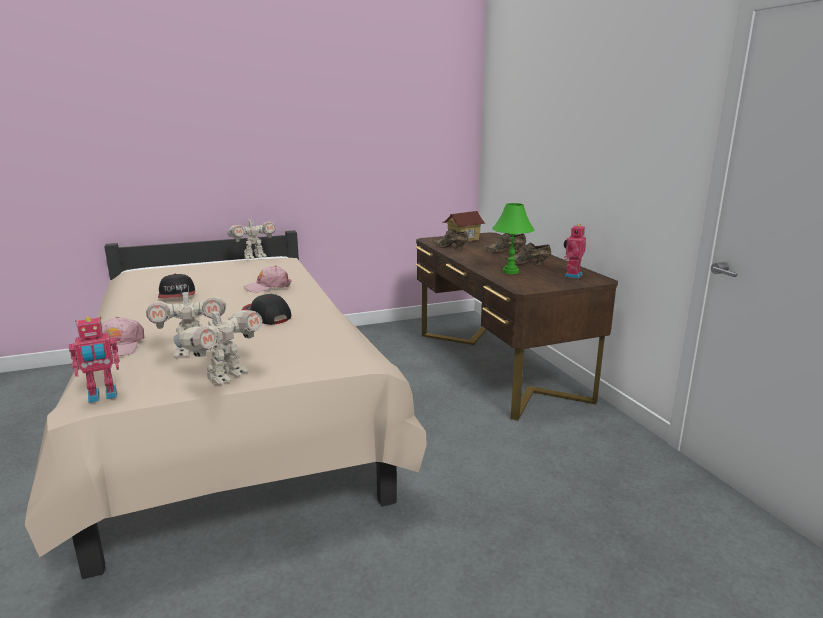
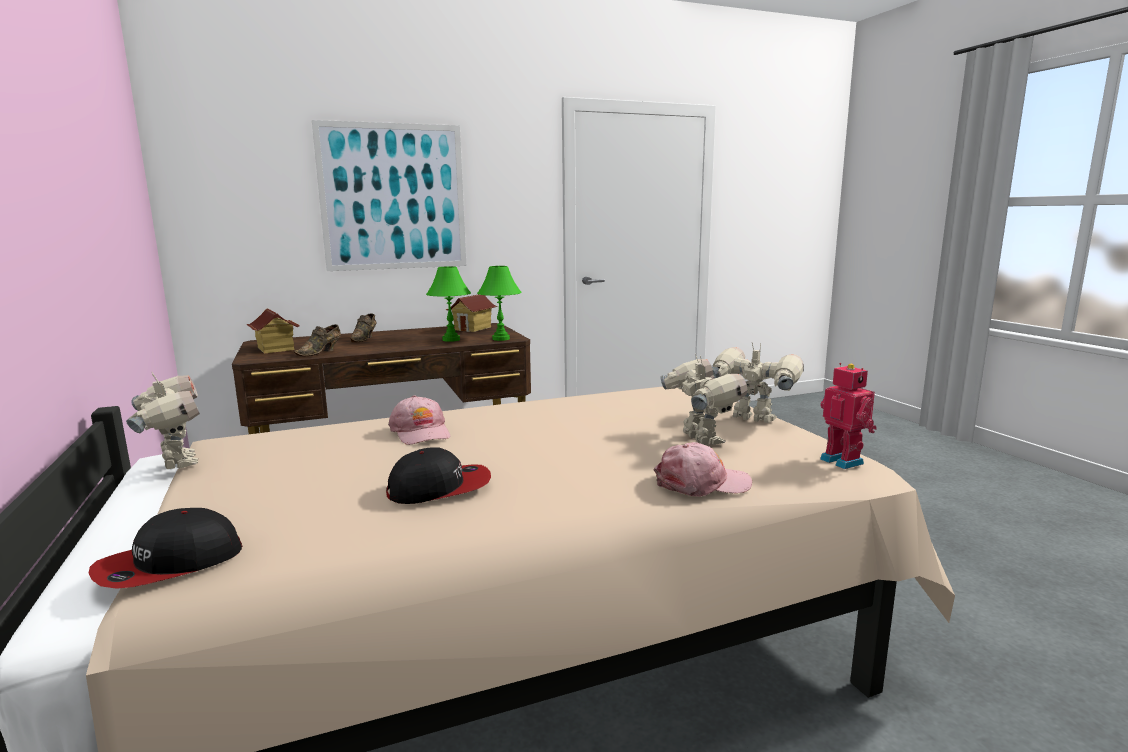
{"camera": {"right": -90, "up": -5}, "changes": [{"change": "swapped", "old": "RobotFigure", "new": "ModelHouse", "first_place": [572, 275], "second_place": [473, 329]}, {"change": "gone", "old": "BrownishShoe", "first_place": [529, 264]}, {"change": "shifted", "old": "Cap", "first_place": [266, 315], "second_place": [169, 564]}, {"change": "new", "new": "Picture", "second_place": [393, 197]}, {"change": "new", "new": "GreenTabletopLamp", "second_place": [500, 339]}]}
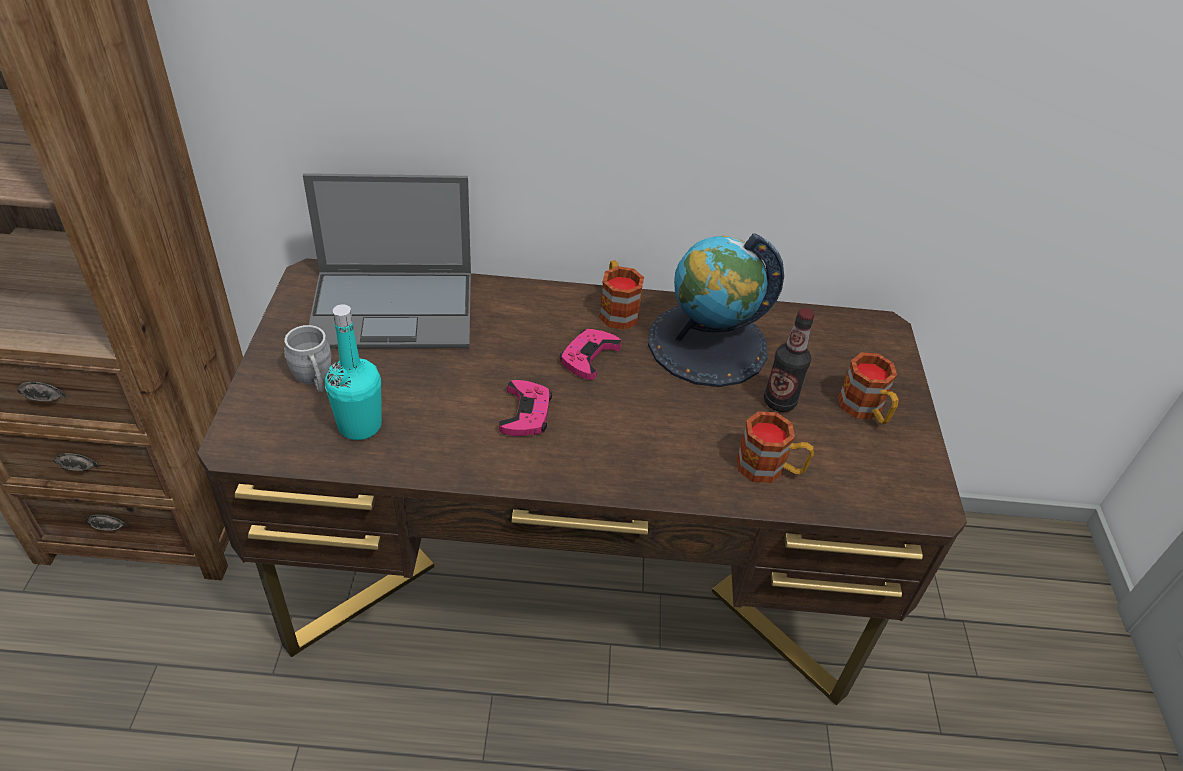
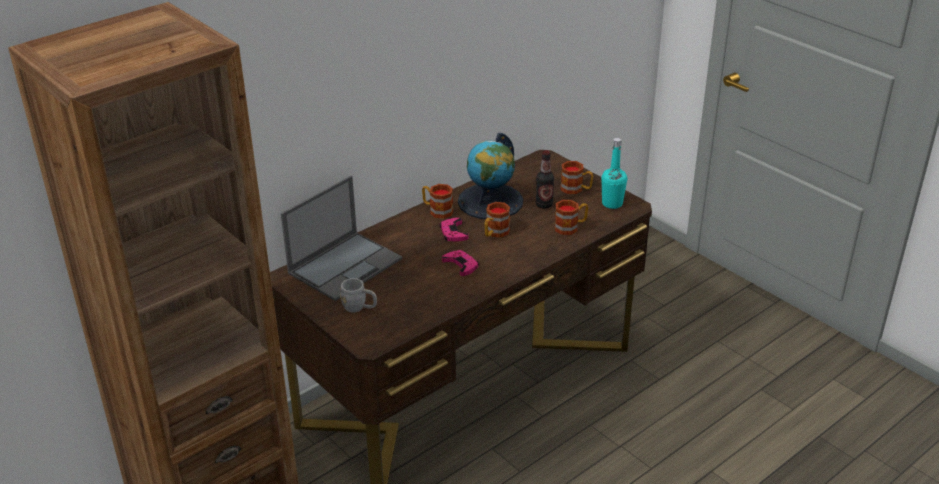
{"camera": {"right": -40, "up": -10}, "changes": [{"change": "shifted", "old": "BlueGreenDrinkBottle", "first_place": [360, 425], "second_place": [612, 203]}, {"change": "new", "new": "CoffeeMug", "second_place": [495, 233]}]}
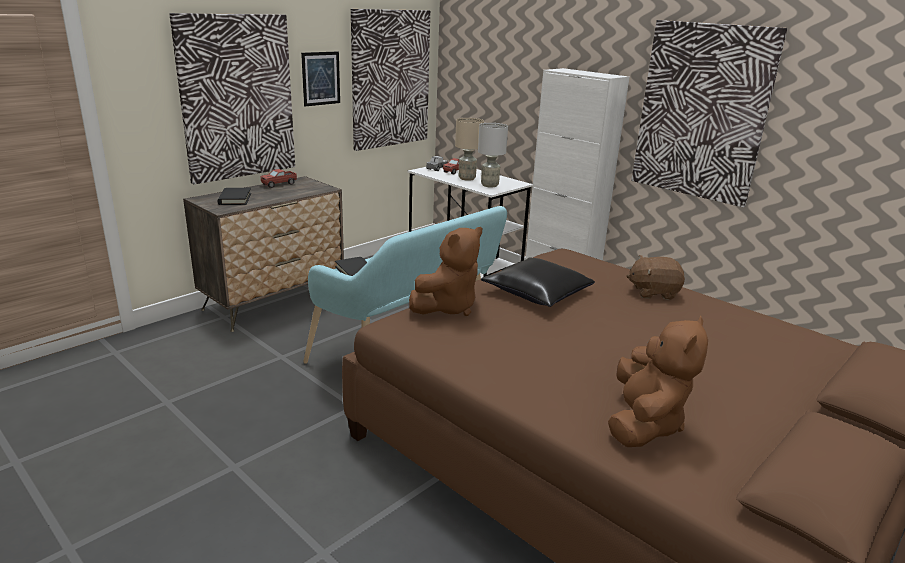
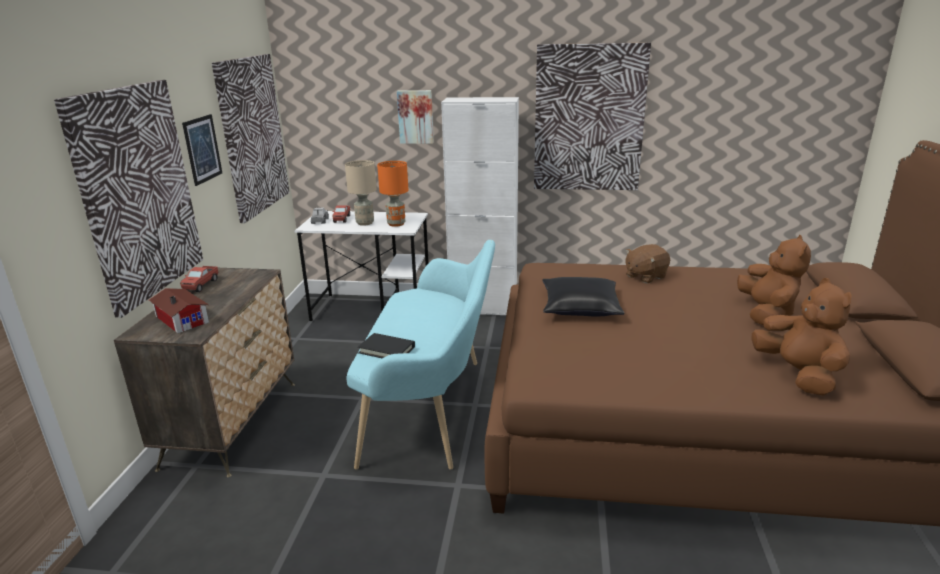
{"camera": {"right": -35, "up": 0}, "changes": [{"change": "repainted", "old": "GrayTabletopLamp", "new": "OrangeTabletopLamp", "first_place": [490, 185], "second_place": [396, 224]}, {"change": "swapped", "old": "BlackColouredBook", "new": "ModelHouse", "first_place": [235, 199], "second_place": [183, 318]}, {"change": "shifted", "old": "BrownishSoftToy", "first_place": [447, 307], "second_place": [766, 314]}, {"change": "new", "new": "Picture", "second_place": [416, 116]}]}
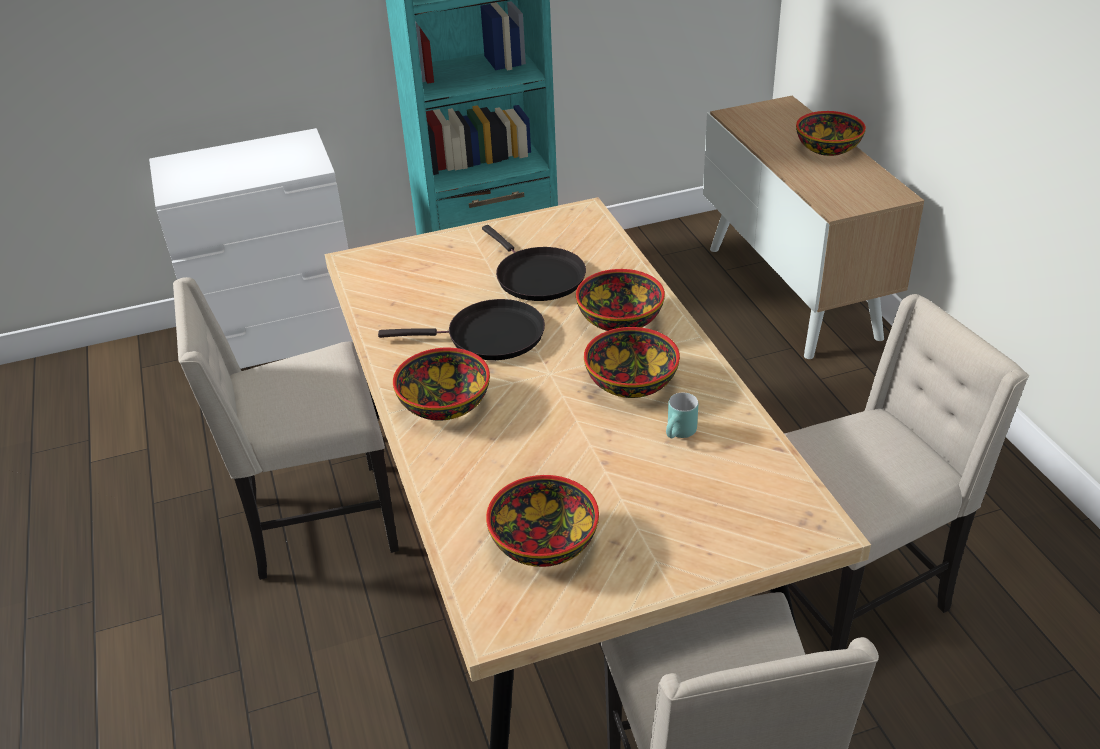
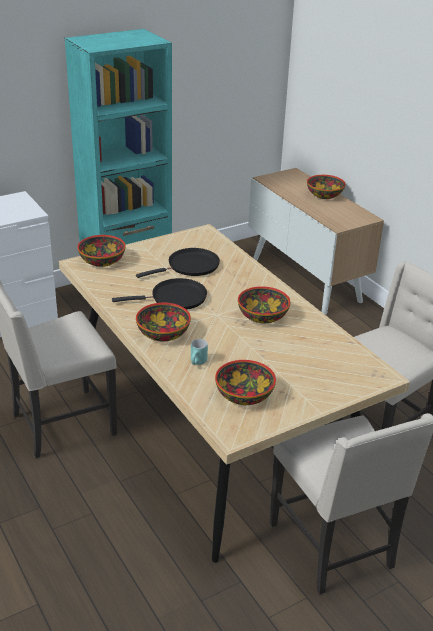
{"camera": {"right": -15, "up": -5}, "changes": [{"change": "rotated", "old": "BlackColouredPan", "first_place": [536, 276], "second_place": [190, 266], "degrees": -75}, {"change": "shifted", "old": "DeepDish", "first_place": [620, 319], "second_place": [102, 260]}, {"change": "shifted", "old": "BlueGreenCoffeeMug", "first_place": [680, 435], "second_place": [198, 363]}]}
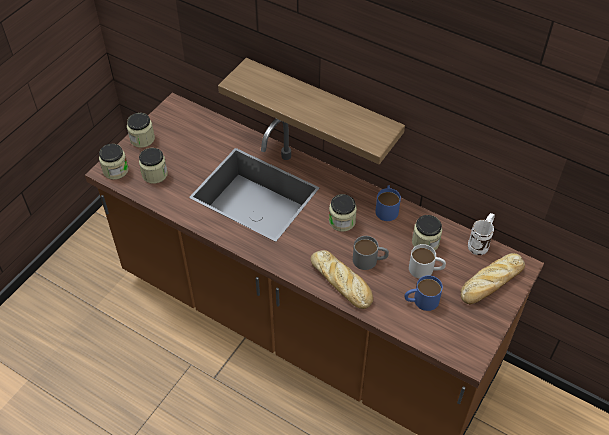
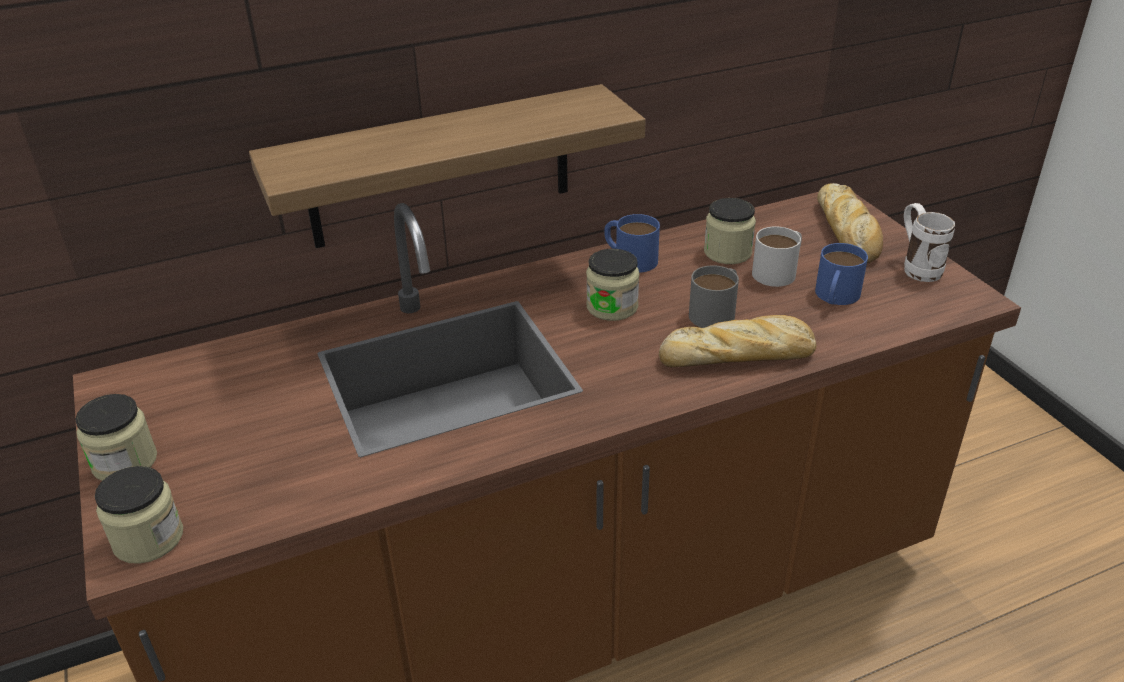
{"camera": {"right": -55, "up": -15}, "changes": [{"change": "gone", "old": "StorageJar", "first_place": [155, 174]}, {"change": "shifted", "old": "WhitishCoffeeMug", "first_place": [480, 243], "second_place": [916, 267]}]}
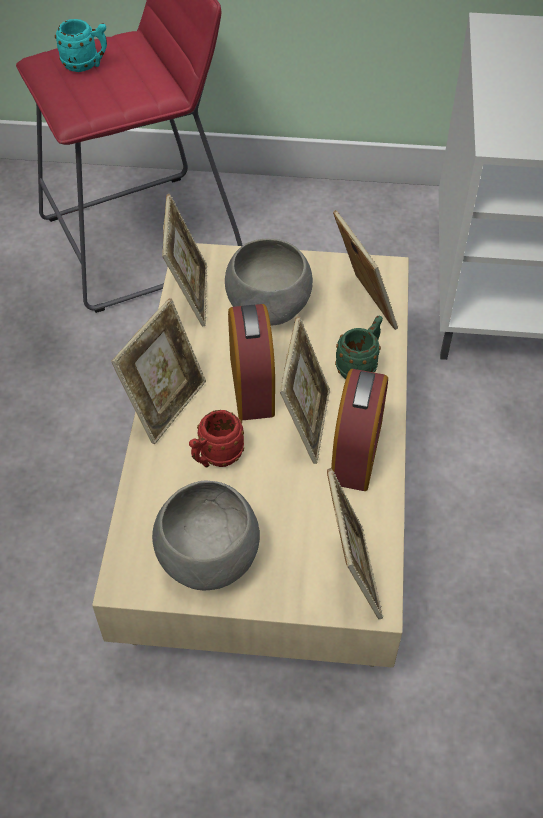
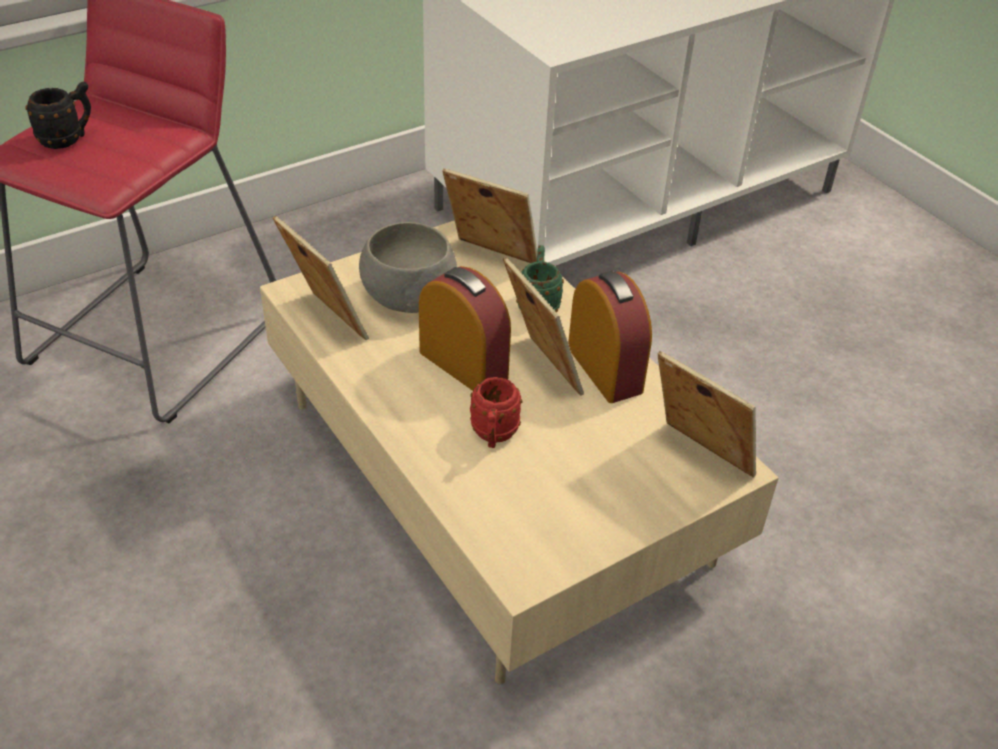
{"camera": {"right": -40, "up": -10}, "changes": [{"change": "repainted", "old": "BlueGreenCoffeeMug", "new": "BlackColouredCoffeeMug", "first_place": [86, 65], "second_place": [68, 139]}, {"change": "gone", "old": "StandingFrame", "first_place": [166, 404]}, {"change": "gone", "old": "GrayDeepDish", "first_place": [209, 556]}]}
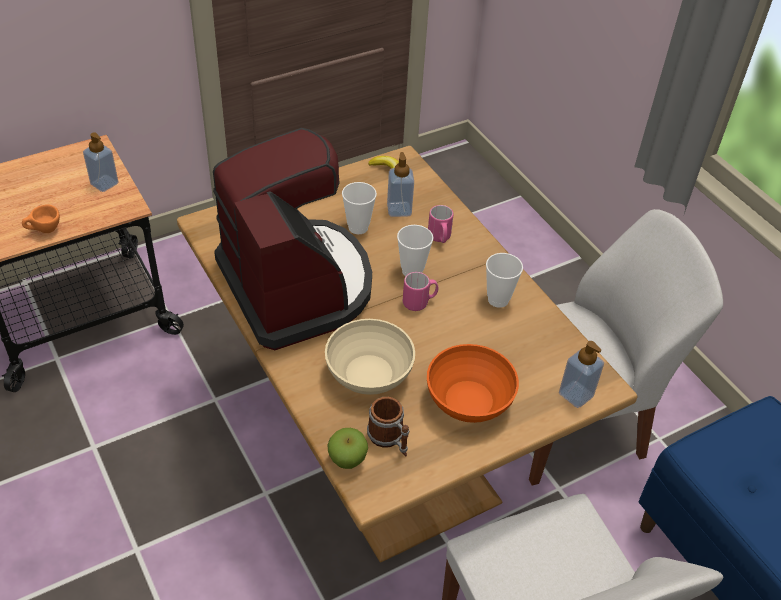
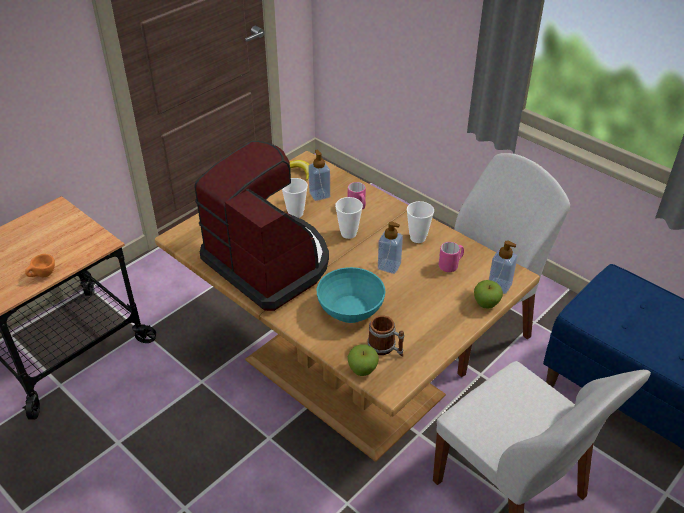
{"camera": {"right": -15, "up": -5}, "changes": [{"change": "shifted", "old": "SoapBottle", "first_place": [104, 183], "second_place": [389, 266]}, {"change": "shifted", "old": "PinkishCoffeeMug", "first_place": [419, 302], "second_place": [451, 265]}, {"change": "repainted", "old": "BeigeColouredDeepDish", "new": "BlueGreenDeepDish", "first_place": [369, 373], "second_place": [350, 309]}, {"change": "gone", "old": "OrangeDeepDish", "first_place": [468, 400]}, {"change": "new", "new": "AppleFruit", "second_place": [486, 304]}]}
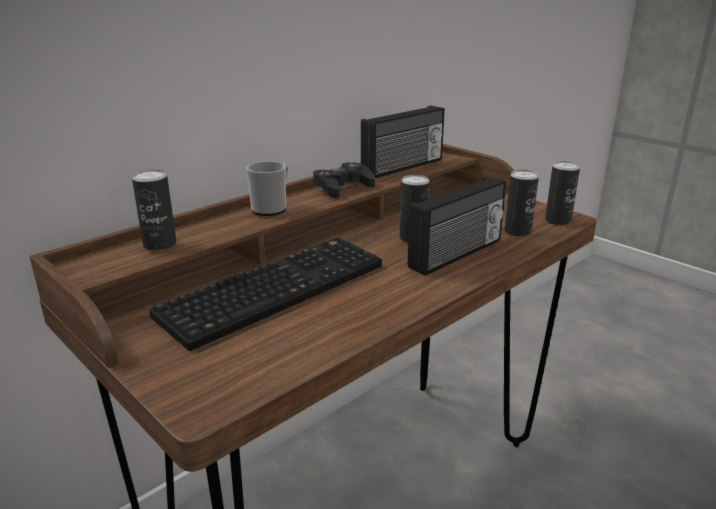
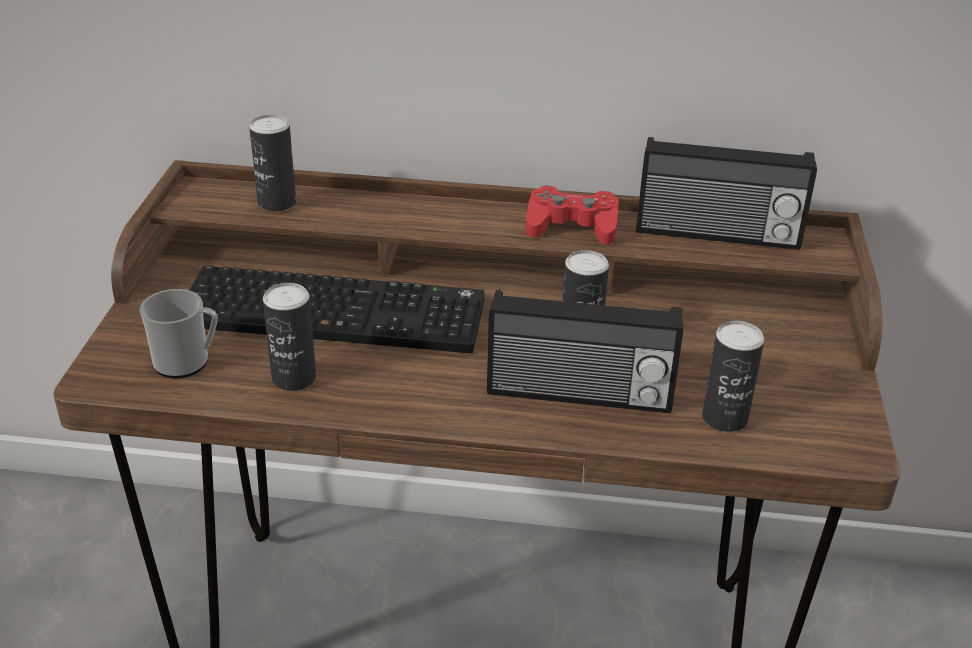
{"camera": {"right": 50, "up": 10}, "changes": [{"change": "shifted", "old": "CoffeeMug", "first_place": [272, 208], "second_place": [187, 362]}, {"change": "shifted", "old": "MetalCan", "first_place": [558, 221], "second_place": [294, 378]}, {"change": "repainted", "old": "BlackColouredGamepad", "new": "ReddishGamepad", "first_place": [342, 187], "second_place": [572, 226]}]}
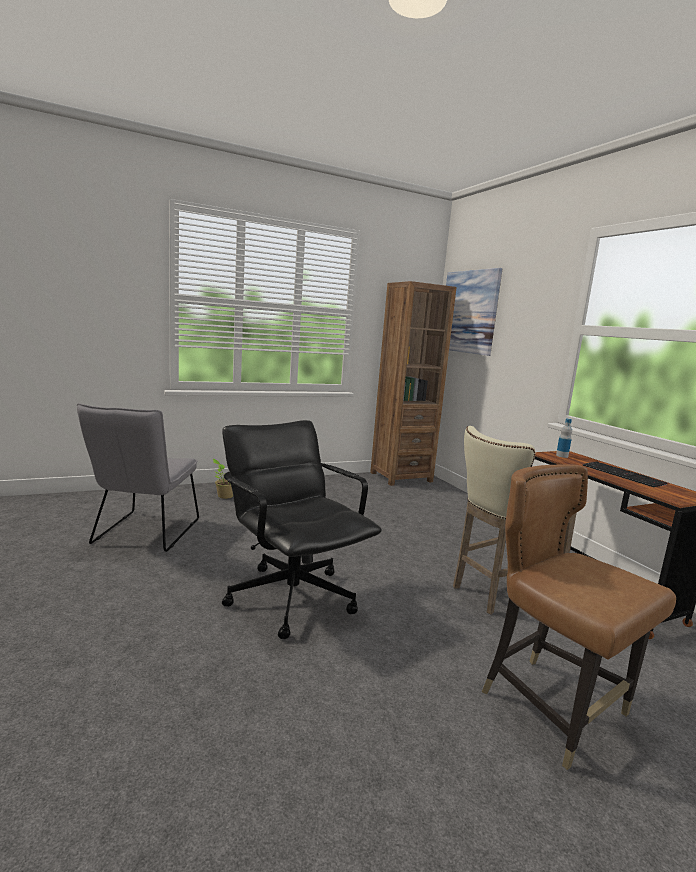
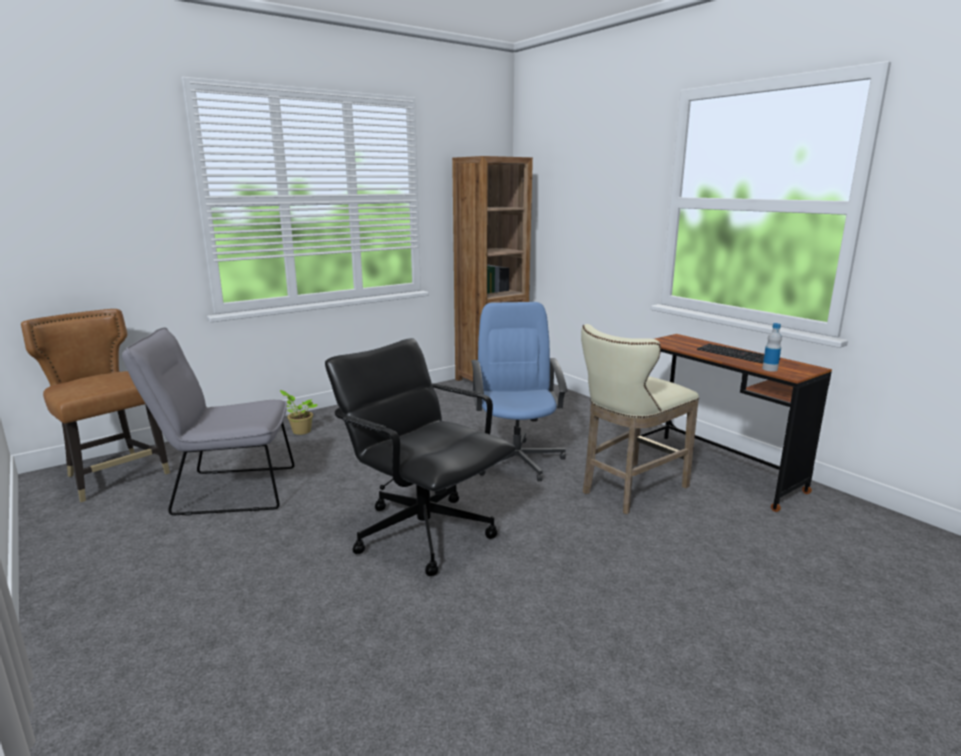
{"camera": {"right": -10, "up": 5}, "changes": [{"change": "gone", "old": "Picture", "first_place": [469, 312]}, {"change": "rotated", "old": "GrayPlainChair", "first_place": [144, 534], "second_place": [226, 491], "degrees": 90}, {"change": "shifted", "old": "DrinkBottle", "first_place": [562, 456], "second_place": [769, 369]}, {"change": "shifted", "old": "BrownishPlainChair", "first_place": [552, 706], "second_place": [115, 476]}, {"change": "new", "new": "BluishComputerChair", "second_place": [517, 460]}]}
